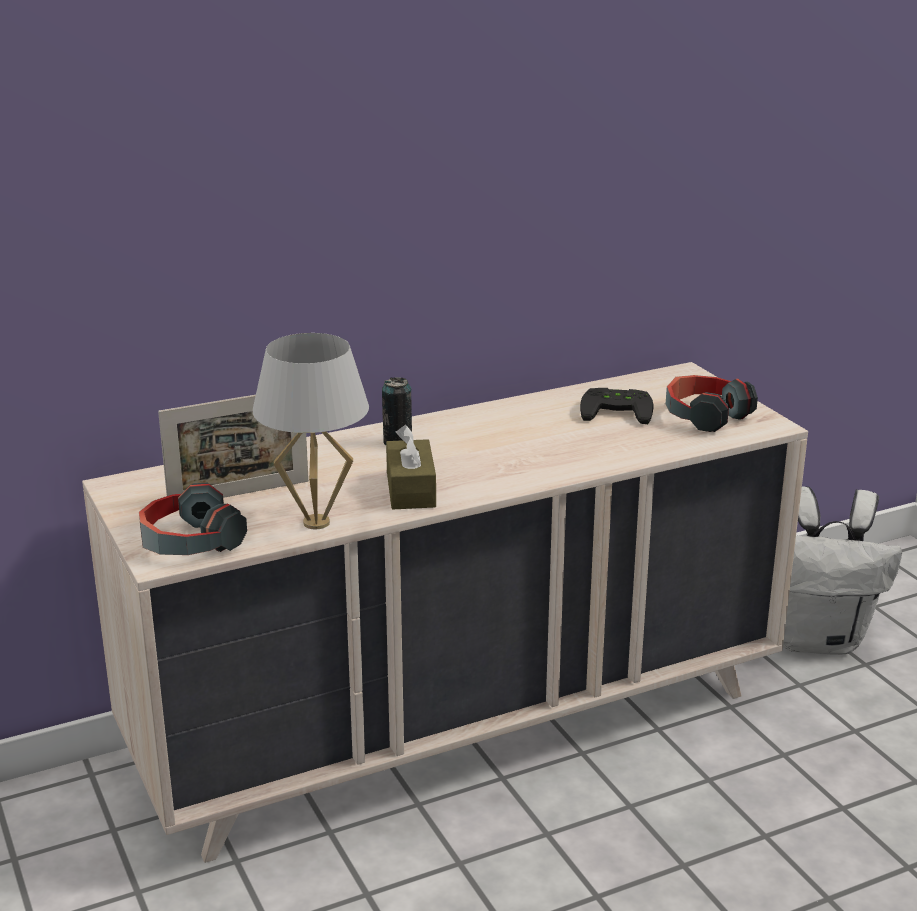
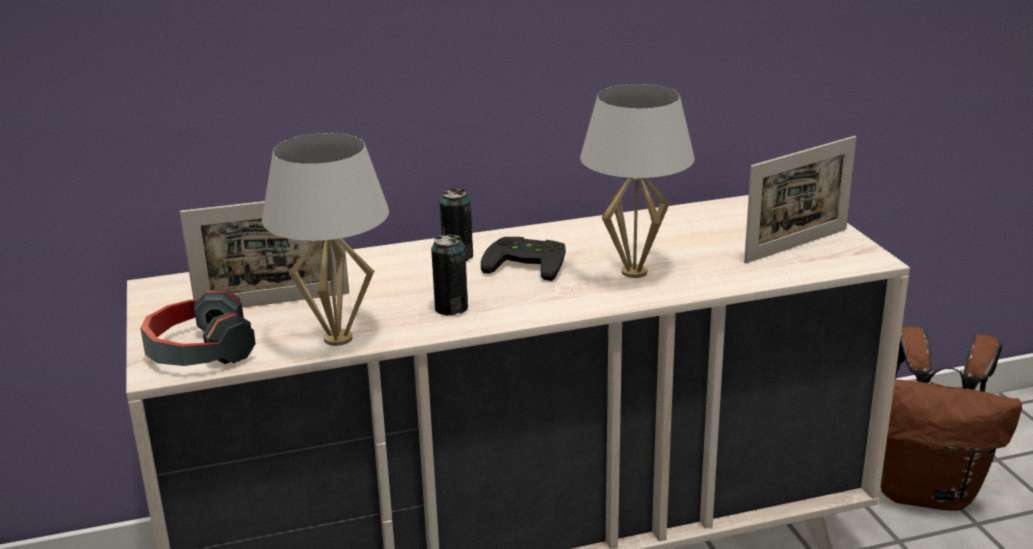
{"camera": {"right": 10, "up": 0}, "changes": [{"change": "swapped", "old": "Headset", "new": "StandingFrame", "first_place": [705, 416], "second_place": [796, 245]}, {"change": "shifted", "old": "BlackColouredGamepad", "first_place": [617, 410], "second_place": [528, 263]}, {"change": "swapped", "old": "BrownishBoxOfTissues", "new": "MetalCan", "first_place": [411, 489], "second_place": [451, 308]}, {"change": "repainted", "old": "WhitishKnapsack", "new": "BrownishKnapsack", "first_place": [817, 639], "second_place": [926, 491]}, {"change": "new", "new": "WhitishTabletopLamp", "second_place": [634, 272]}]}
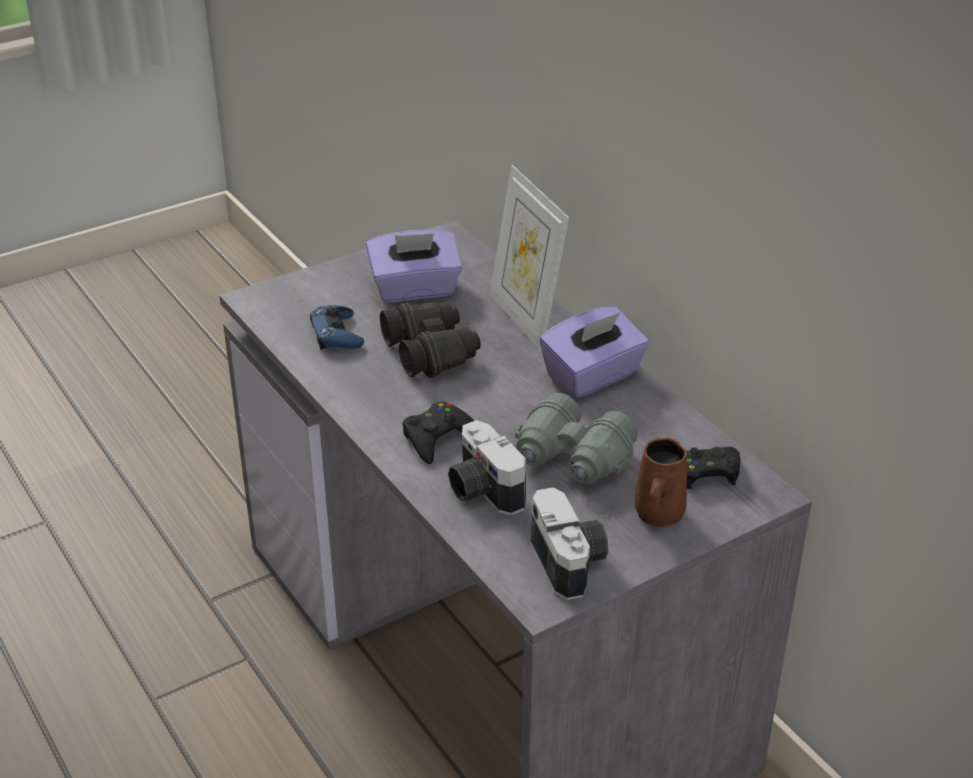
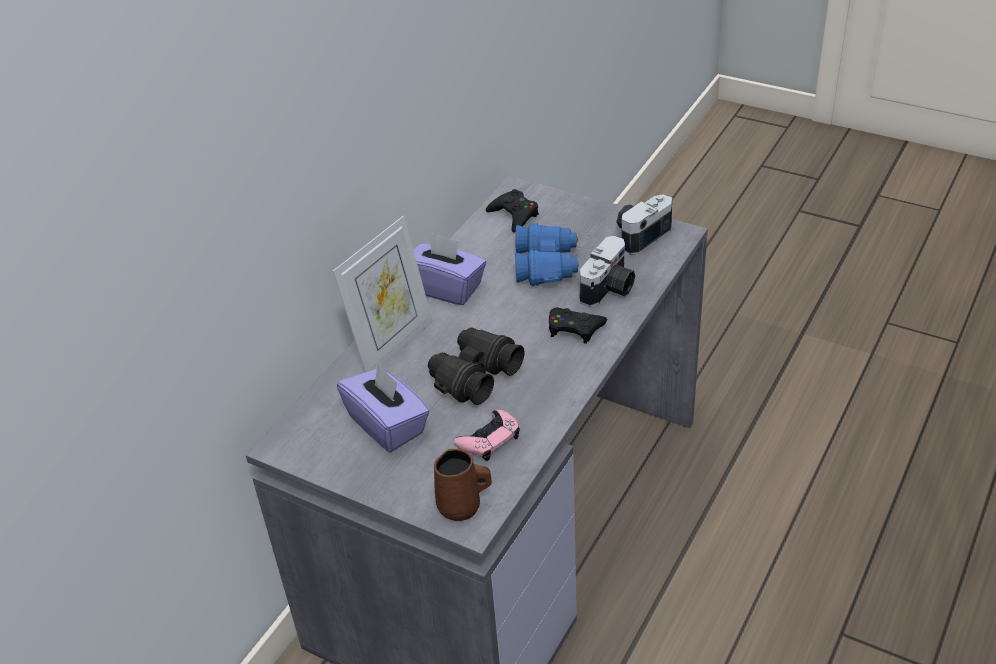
{"camera": {"right": -115, "up": 5}, "changes": [{"change": "repainted", "old": "BluishGamepad", "new": "PinkishGamepad", "first_place": [336, 334], "second_place": [489, 439]}, {"change": "repainted", "old": "GrayFieldGlasses", "new": "BluishFieldGlasses", "first_place": [572, 459], "second_place": [546, 265]}, {"change": "shifted", "old": "BrownishCoffeeMug", "first_place": [658, 515], "second_place": [462, 507]}]}
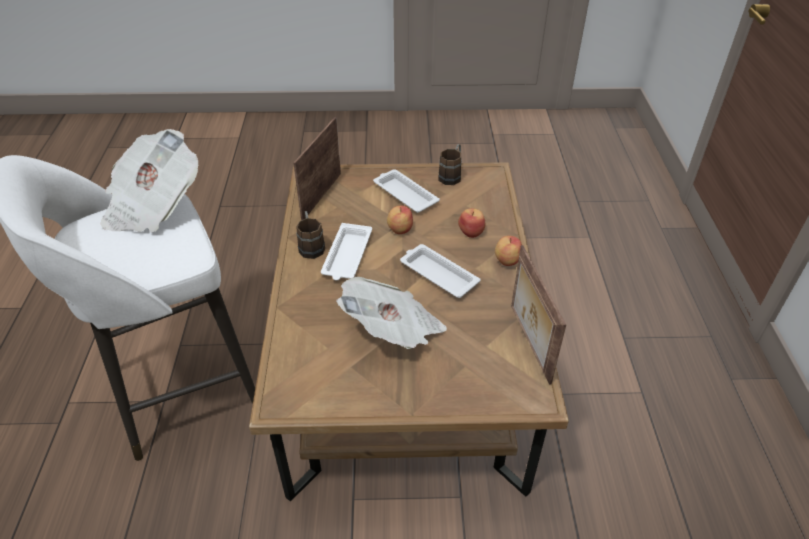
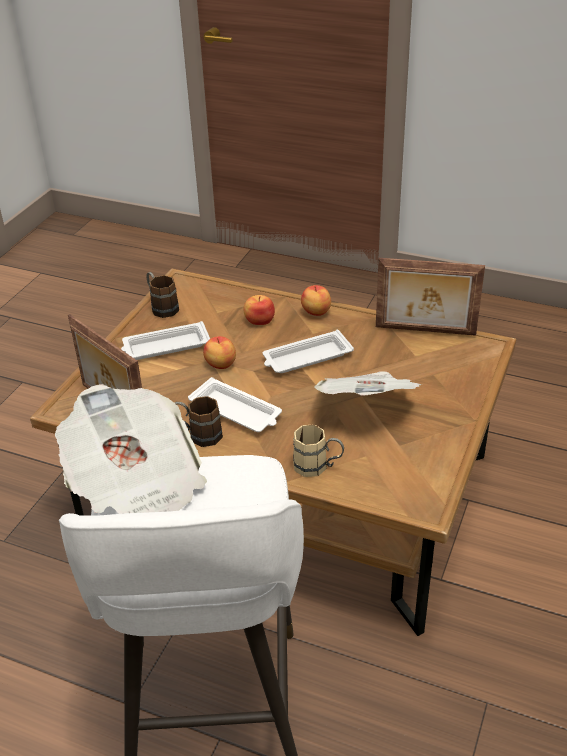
{"camera": {"right": -65, "up": -5}, "changes": [{"change": "new", "new": "BeigeColouredCoffeeMug", "second_place": [318, 467]}]}
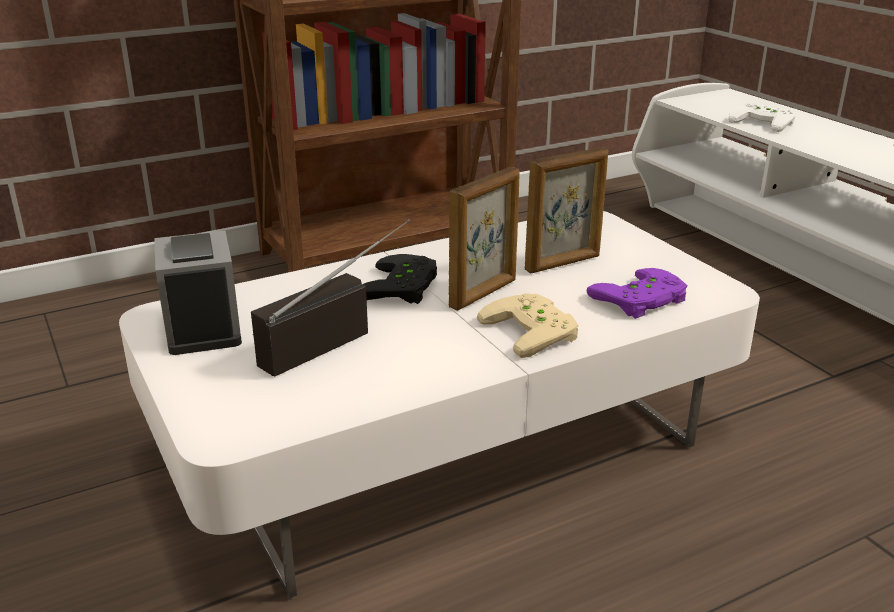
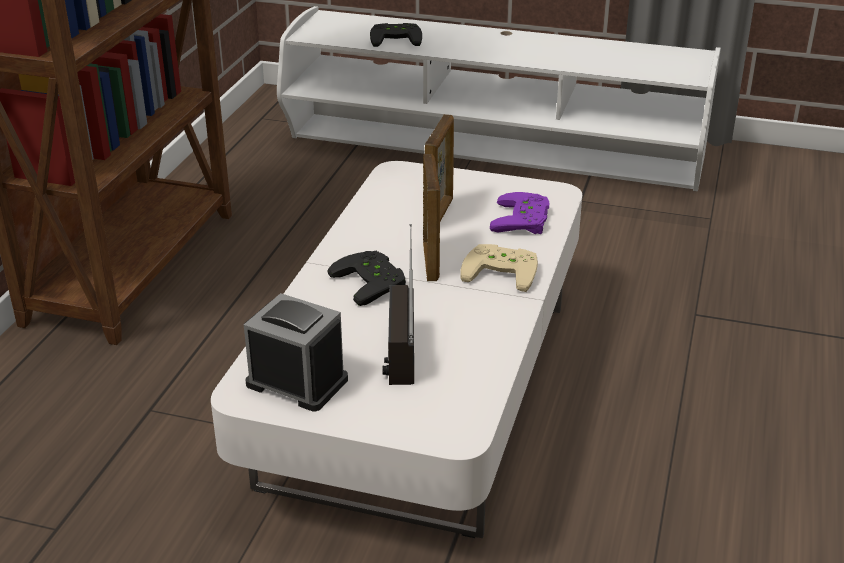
{"camera": {"right": -45, "up": 5}, "changes": [{"change": "repainted", "old": "WhitishGamepad", "new": "BlackColouredGamepad", "first_place": [765, 122], "second_place": [396, 38]}]}
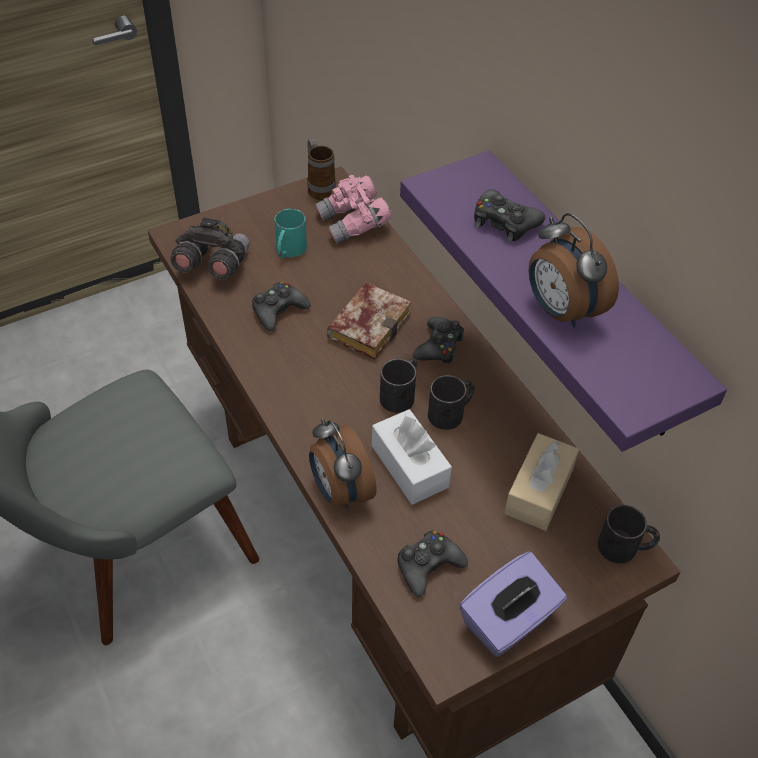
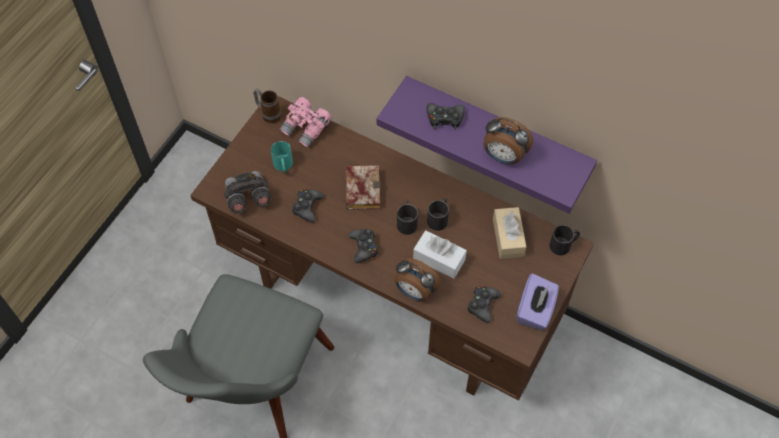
{"camera": {"right": -30, "up": 10}, "changes": [{"change": "shifted", "old": "BlackColouredGamepad", "first_place": [439, 346], "second_place": [364, 247]}]}
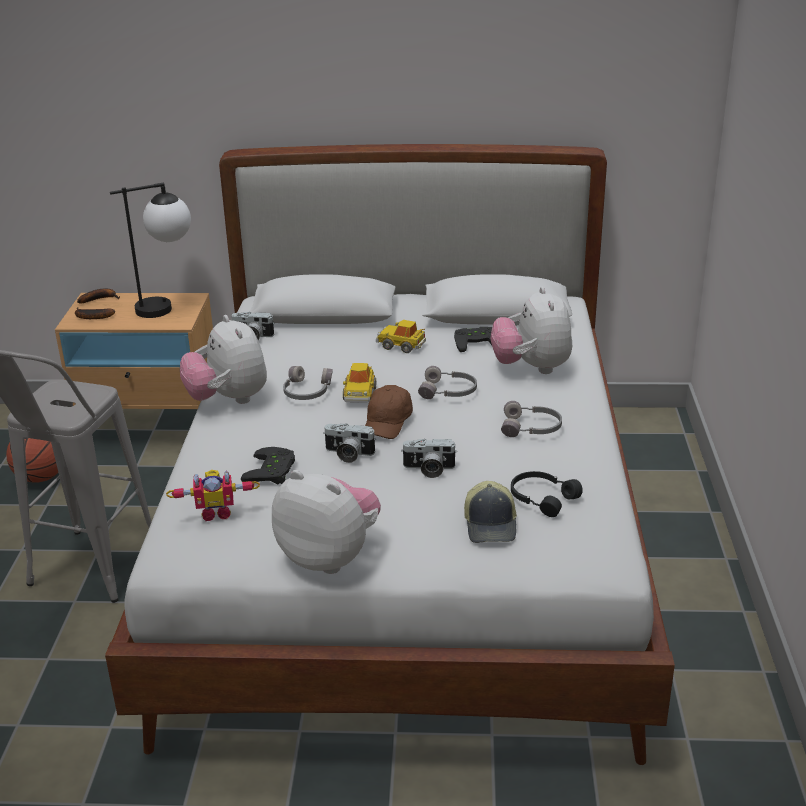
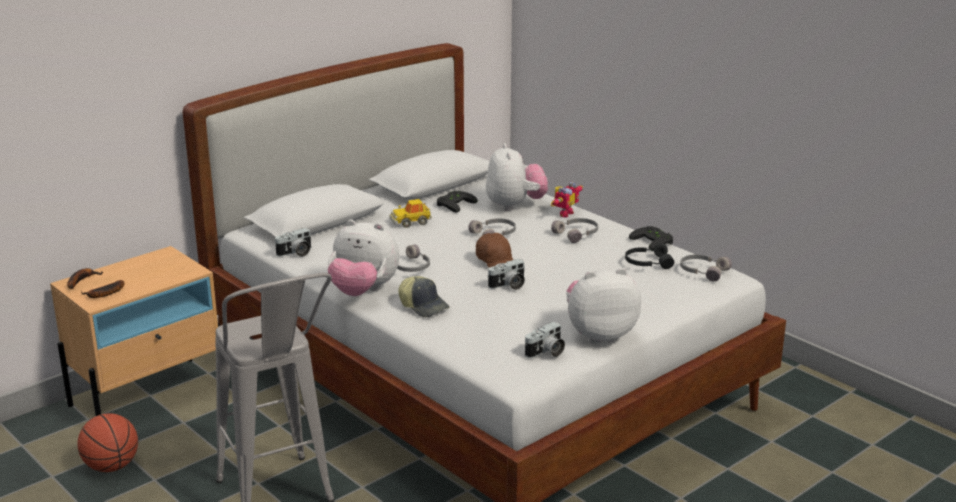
{"camera": {"right": -45, "up": -5}, "changes": [{"change": "gone", "old": "TabletopLamp", "first_place": [168, 307]}, {"change": "rotated", "old": "SoftToy", "first_place": [532, 368], "second_place": [515, 206], "degrees": -135}, {"change": "gone", "old": "ModelCar", "first_place": [359, 394]}, {"change": "shifted", "old": "PhotoCamera", "first_place": [428, 469], "second_place": [546, 352]}, {"change": "shifted", "old": "BlackColouredGamepad", "first_place": [273, 471], "second_place": [654, 241]}, {"change": "shifted", "old": "RobotFigure", "first_place": [216, 512], "second_place": [563, 213]}, {"change": "shifted", "old": "Cap", "first_place": [491, 525], "second_place": [424, 306]}, {"change": "new", "new": "GrayHeadset", "second_place": [703, 271]}]}
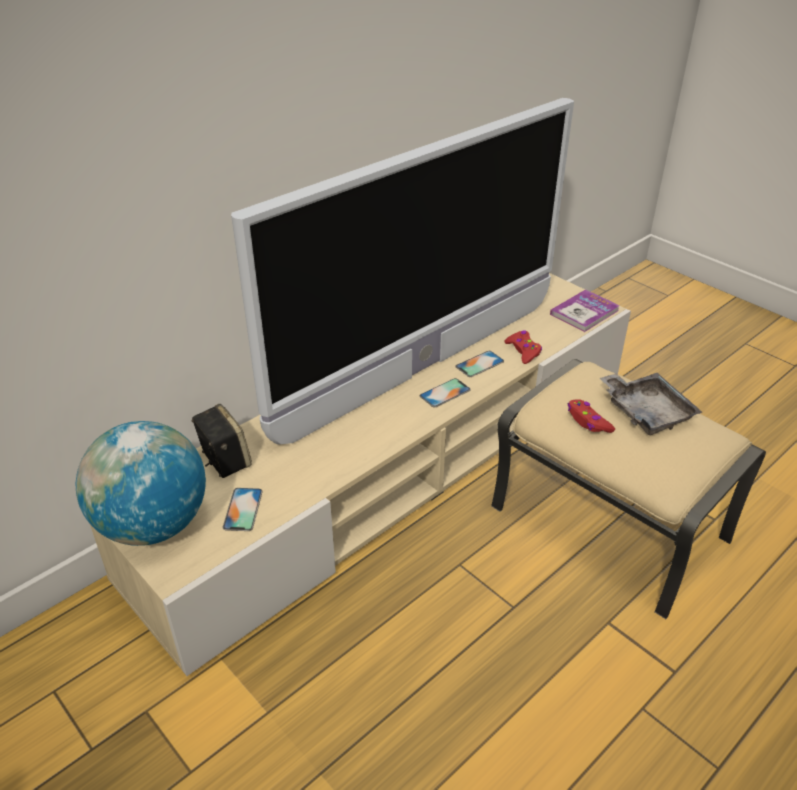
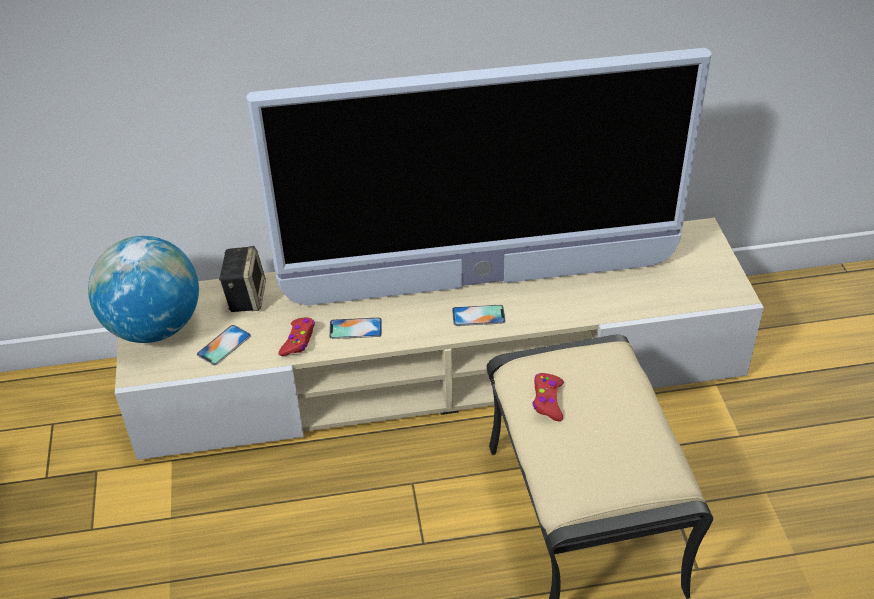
{"camera": {"right": 35, "up": 5}, "changes": [{"change": "gone", "old": "Book", "first_place": [584, 312]}, {"change": "shifted", "old": "ReddishGamepad", "first_place": [523, 351], "second_place": [298, 340]}, {"change": "shifted", "old": "Phone", "first_place": [479, 364], "second_place": [355, 328]}, {"change": "gone", "old": "GrayTray", "first_place": [646, 411]}]}
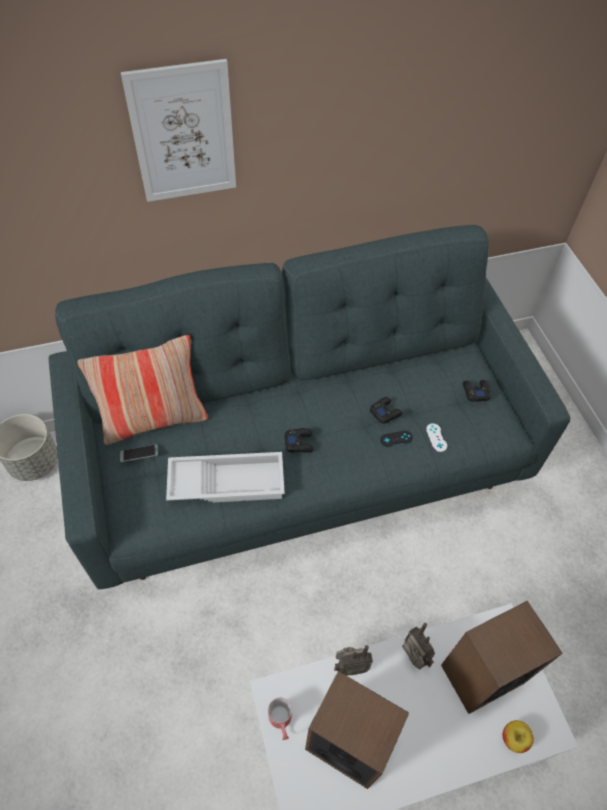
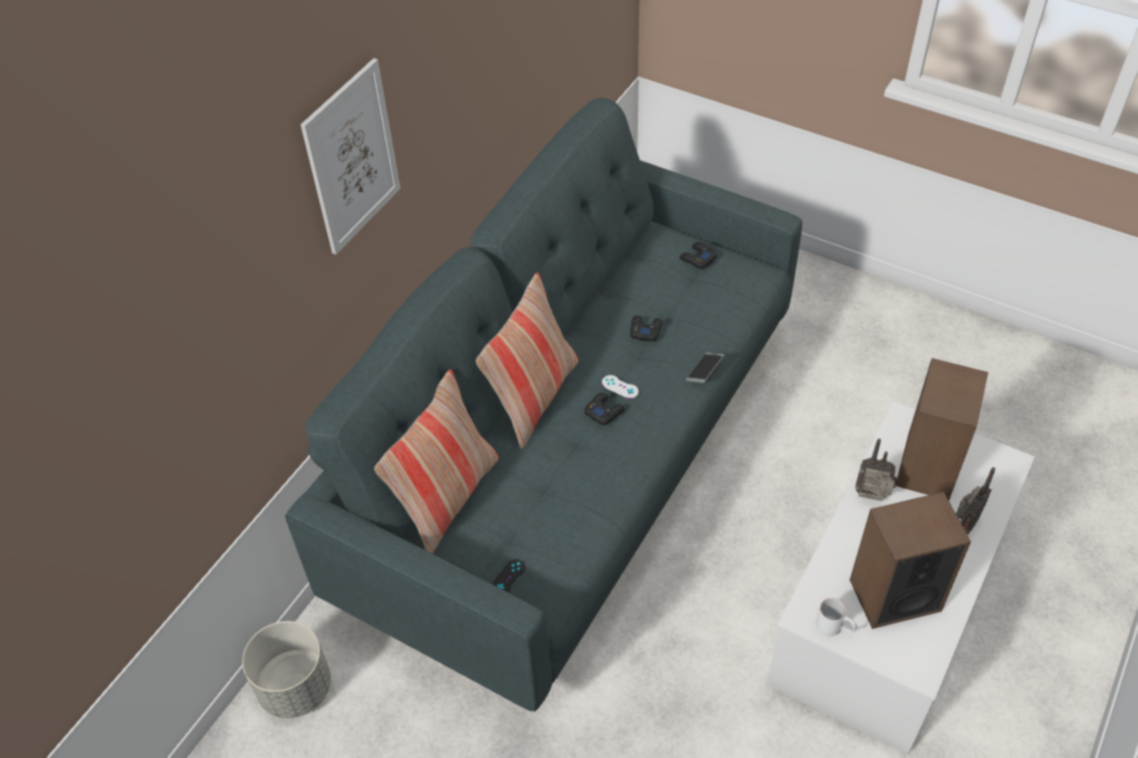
{"camera": {"right": -40, "up": -5}, "changes": [{"change": "shifted", "old": "WhitishGamepad", "first_place": [436, 437], "second_place": [620, 387]}, {"change": "shifted", "old": "BlackColouredGamepad", "first_place": [396, 438], "second_place": [508, 577]}, {"change": "shifted", "old": "Phone", "first_place": [139, 455], "second_place": [704, 370]}, {"change": "gone", "old": "WhitishTray", "first_place": [227, 481]}, {"change": "shifted", "old": "RadioReceiver", "first_place": [349, 667], "second_place": [963, 526]}, {"change": "repainted", "old": "ReddishCoffeeMug", "new": "WhitishCoffeeMug", "first_place": [281, 722], "second_place": [835, 628]}, {"change": "gone", "old": "AppleFruit", "first_place": [514, 739]}, {"change": "new", "new": "Cushion", "second_place": [534, 398]}]}
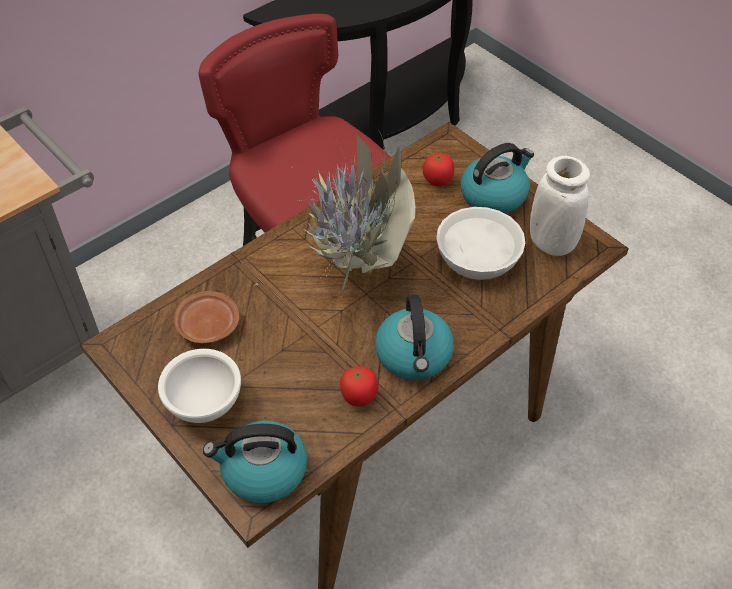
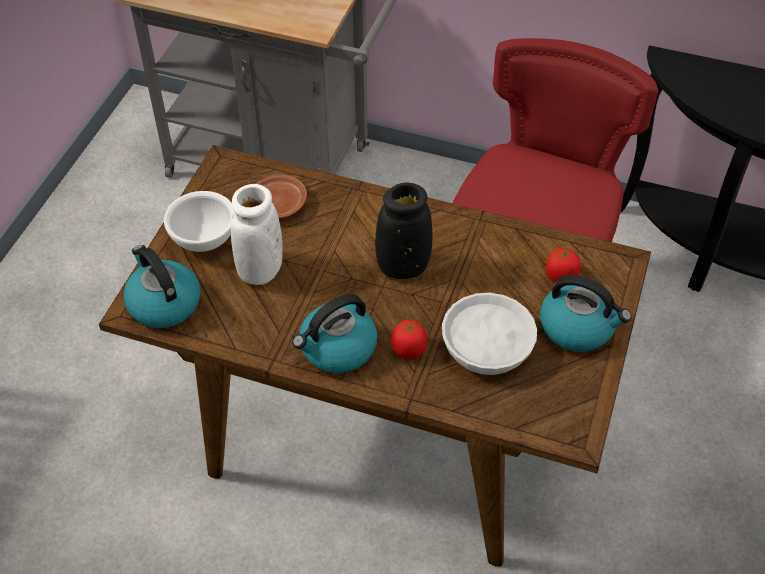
{"camera": {"right": 60, "up": 0}, "changes": [{"change": "swapped", "old": "PlantInAPot", "new": "BlackColouredFlowerVase", "first_place": [354, 270], "second_place": [403, 266]}, {"change": "shifted", "old": "WhitishFlowerVase", "first_place": [551, 242], "second_place": [260, 270]}, {"change": "shifted", "old": "WholeTomato", "first_place": [359, 396], "second_place": [409, 350]}]}
